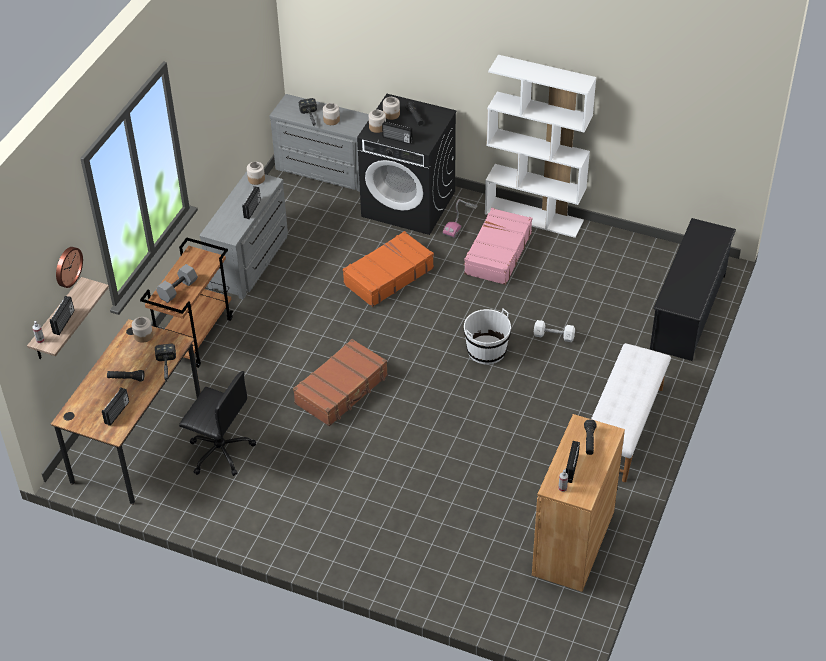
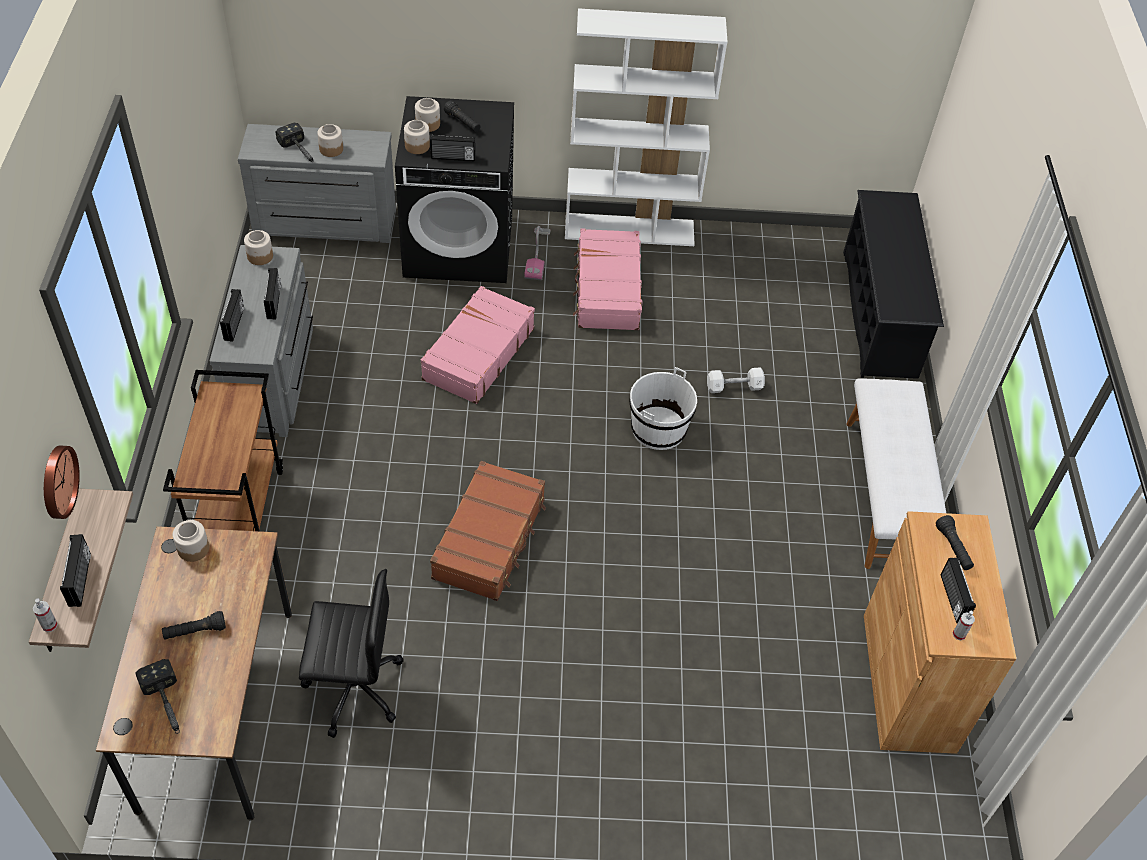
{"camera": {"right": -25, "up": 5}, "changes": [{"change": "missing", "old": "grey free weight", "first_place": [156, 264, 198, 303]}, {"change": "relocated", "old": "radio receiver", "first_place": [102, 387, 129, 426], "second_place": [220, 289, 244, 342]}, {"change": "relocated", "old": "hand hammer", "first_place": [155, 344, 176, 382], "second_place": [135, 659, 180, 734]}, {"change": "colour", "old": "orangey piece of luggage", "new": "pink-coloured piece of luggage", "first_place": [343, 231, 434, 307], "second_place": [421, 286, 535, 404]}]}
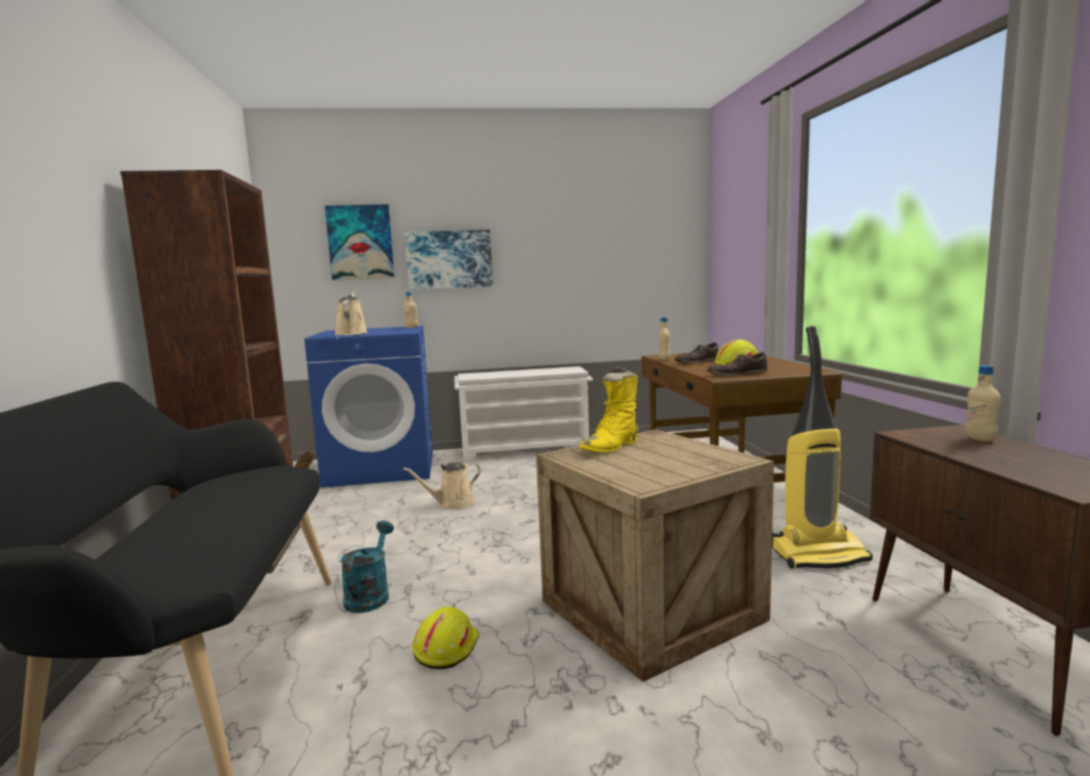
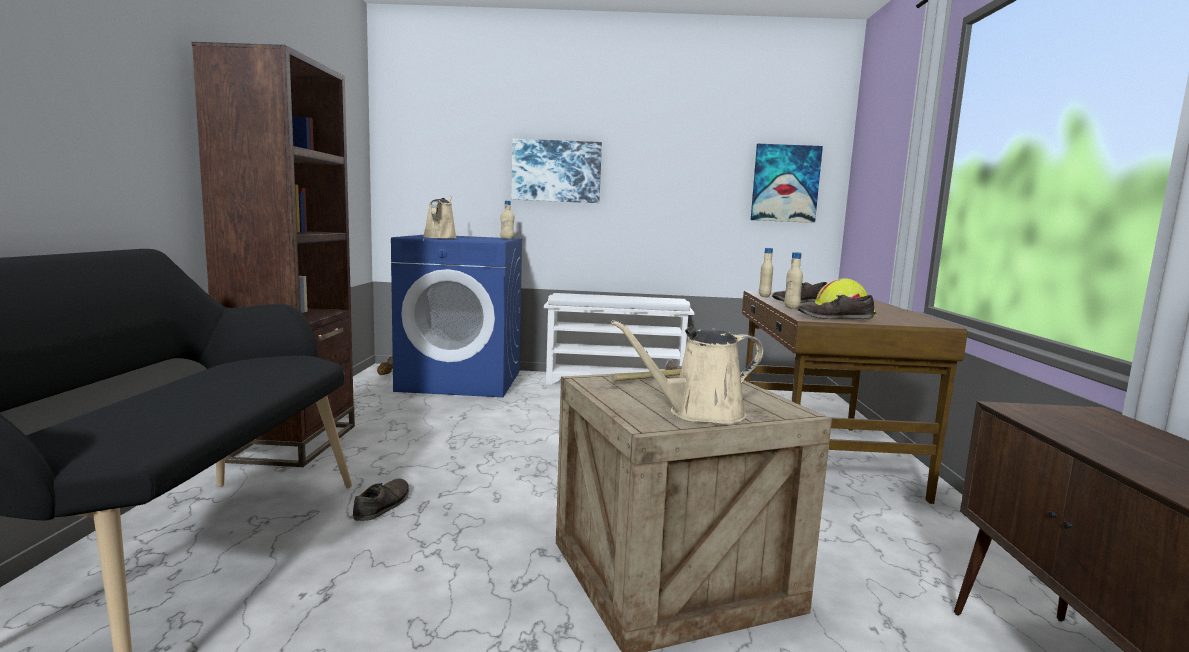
{"camera": {"right": 10, "up": 0}, "changes": [{"change": "missing", "old": "yellow safety helmet", "first_place": [412, 607, 479, 669]}, {"change": "missing", "old": "vacuum cleaner", "first_place": [772, 326, 873, 568]}, {"change": "relocated", "old": "picture", "first_place": [325, 204, 395, 280], "second_place": [751, 144, 823, 223]}, {"change": "relocated", "old": "beige-coloured watering can", "first_place": [403, 462, 481, 509], "second_place": [611, 320, 764, 424]}, {"change": "relocated", "old": "beige-coloured beverage bottle", "first_place": [965, 365, 1001, 442], "second_place": [784, 252, 803, 309]}, {"change": "exchanged", "old": "turquoise watering can", "new": "brown item of footwear", "first_place": [340, 521, 394, 613], "second_place": [353, 478, 409, 521]}, {"change": "exchanged", "old": "yellow tall boot", "new": "hand hammer", "first_place": [579, 367, 639, 452], "second_place": [611, 360, 682, 382]}]}
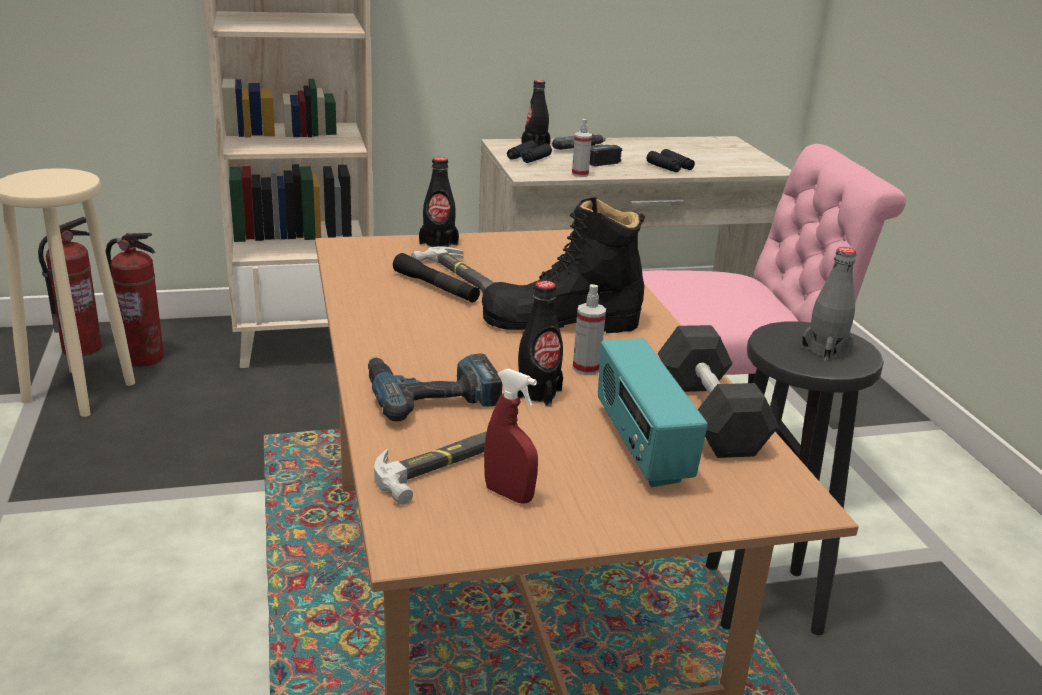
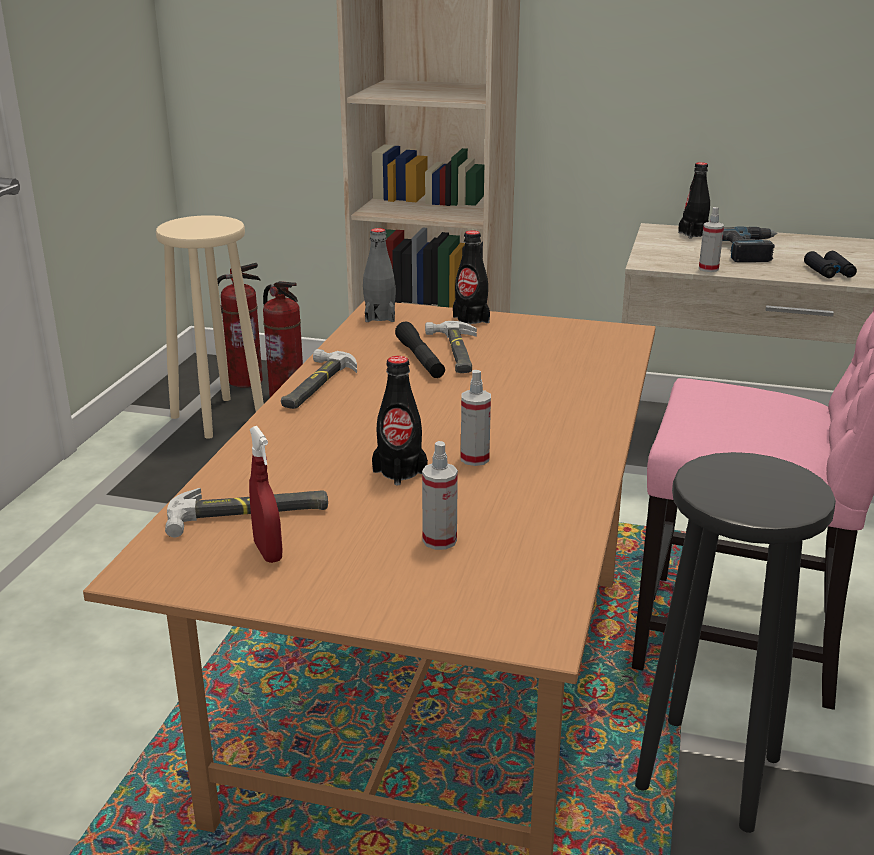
{"camera": {"right": 30, "up": 0}, "changes": [{"change": "missing", "old": "electric drill", "first_place": [368, 353, 502, 422]}, {"change": "missing", "old": "black tall boot", "first_place": [482, 197, 645, 333]}, {"change": "missing", "old": "black pair of binoculars", "first_place": [507, 140, 552, 163]}, {"change": "missing", "old": "black free weight", "first_place": [657, 325, 779, 458]}, {"change": "appeared", "new": "hand hammer", "second_place": [281, 349, 357, 409]}, {"change": "relocated", "old": "grey beverage bottle", "first_place": [801, 247, 856, 361], "second_place": [363, 228, 396, 322]}, {"change": "exchanged", "old": "radio receiver", "new": "sprayer", "first_place": [598, 338, 708, 488], "second_place": [422, 441, 458, 550]}]}
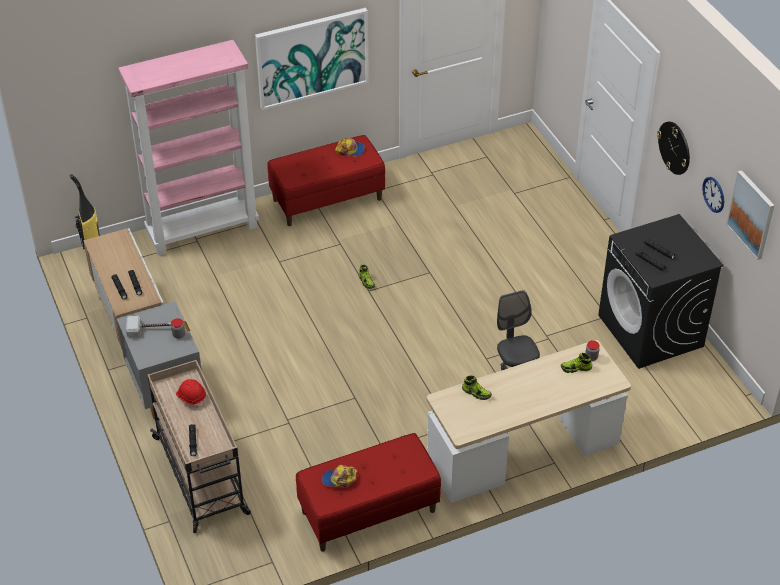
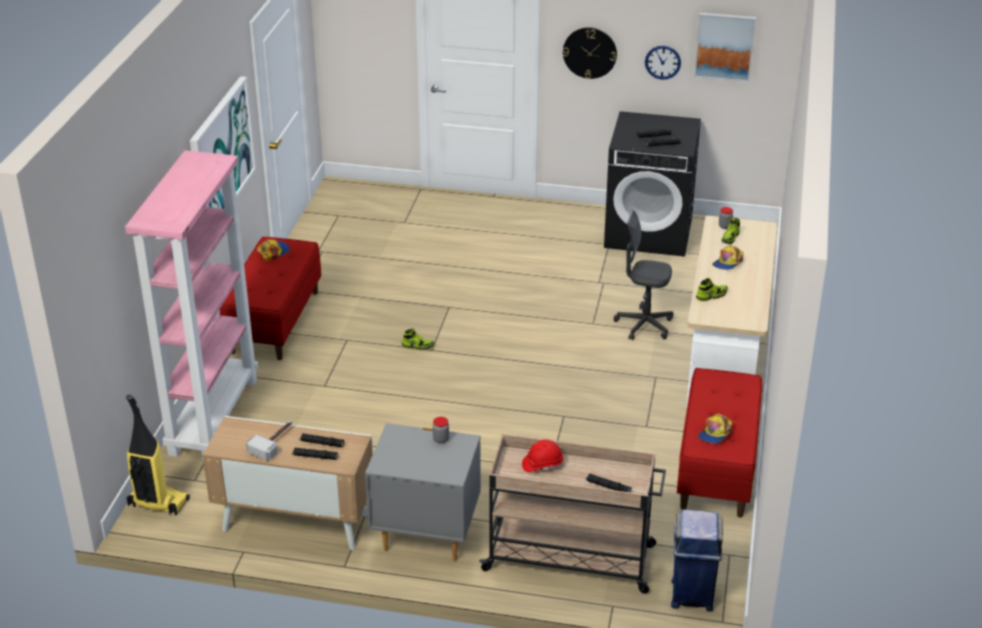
{"camera": {"right": -55, "up": -10}, "changes": [{"change": "appeared", "new": "bluish trash can", "second_place": [671, 510, 723, 612]}, {"change": "appeared", "new": "baseball cap", "second_place": [712, 245, 743, 270]}, {"change": "relocated", "old": "hand hammer", "first_place": [126, 315, 171, 338], "second_place": [246, 420, 292, 461]}]}
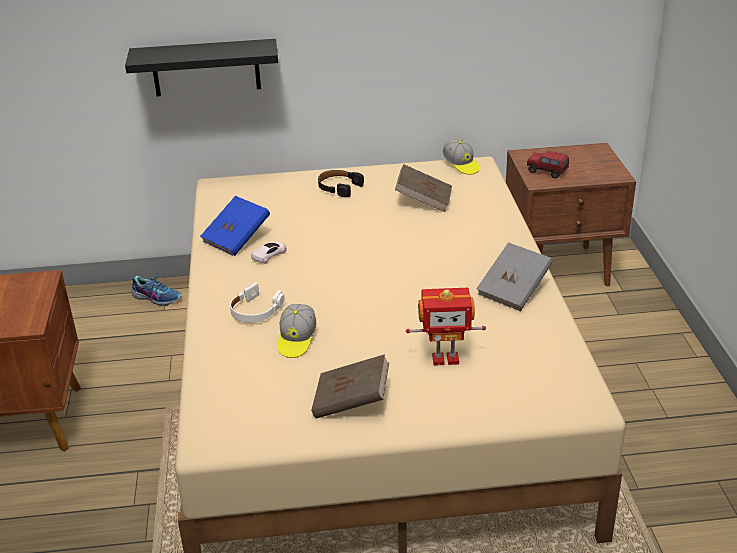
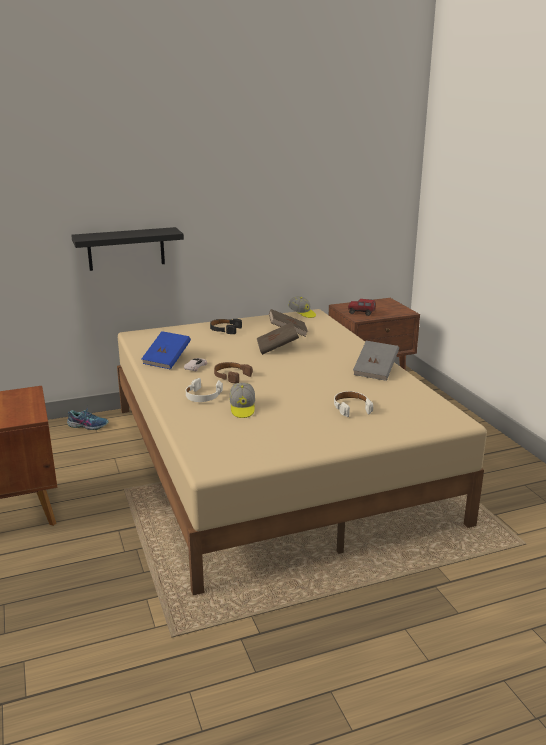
{"camera": {"right": -15, "up": -10}, "changes": [{"change": "appeared", "new": "brown pair of headphones", "second_place": [214, 362, 253, 383]}, {"change": "relocated", "old": "brown bound book", "first_place": [311, 354, 389, 418], "second_place": [257, 322, 299, 355]}, {"change": "exchanged", "old": "model robot", "new": "white pair of headphones", "first_place": [406, 288, 486, 365], "second_place": [334, 391, 373, 417]}]}
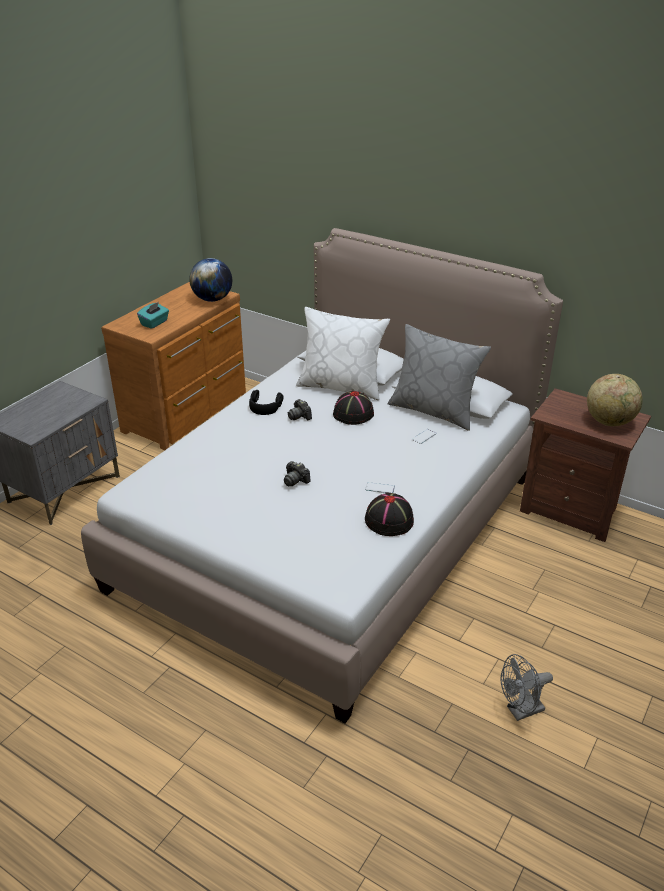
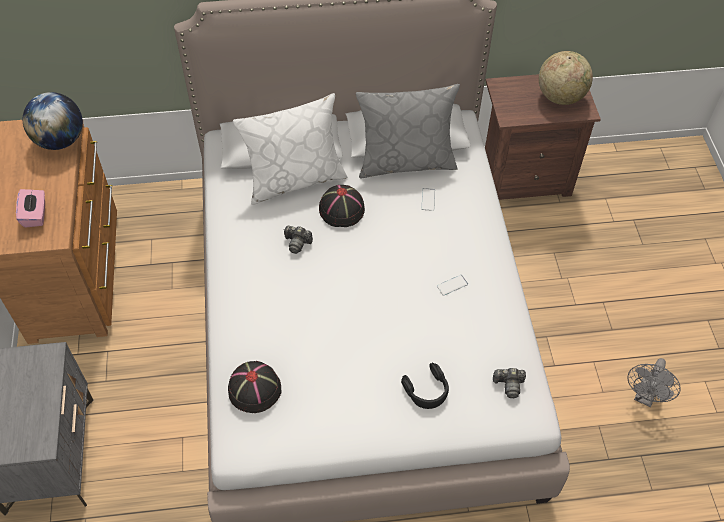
{"camera": {"right": -40, "up": 20}, "changes": [{"change": "relocated", "old": "black pair of headphones", "first_place": [249, 390, 283, 415], "second_place": [401, 363, 449, 409]}, {"change": "relocated", "old": "photo camera", "first_place": [284, 461, 311, 486], "second_place": [493, 368, 526, 398]}, {"change": "relocated", "old": "black wearable hat", "first_place": [365, 493, 414, 536], "second_place": [228, 361, 281, 413]}, {"change": "colour", "old": "turquoise box of tissues", "new": "pink-coloured box of tissues", "first_place": [137, 302, 169, 329], "second_place": [16, 189, 45, 228]}]}
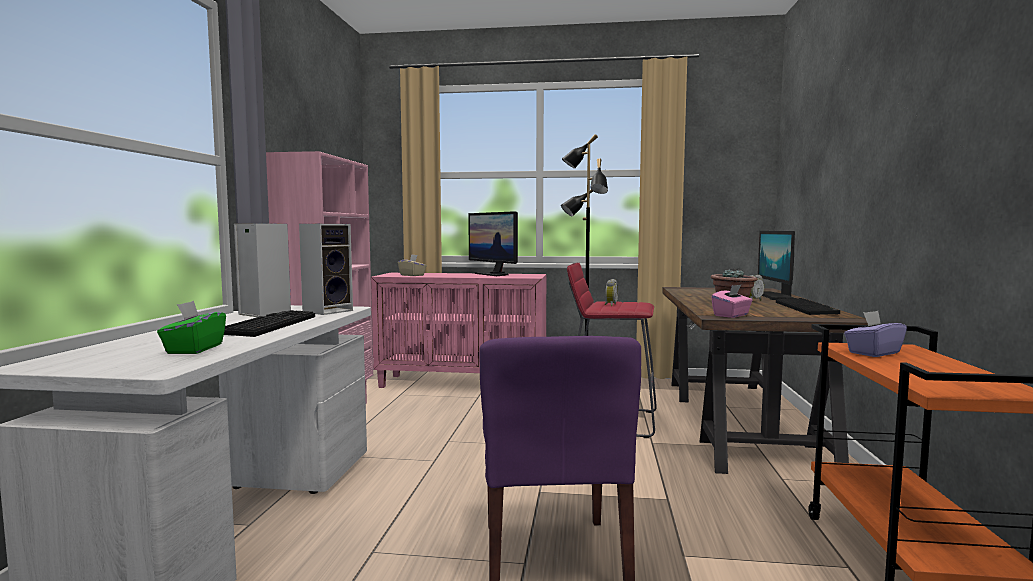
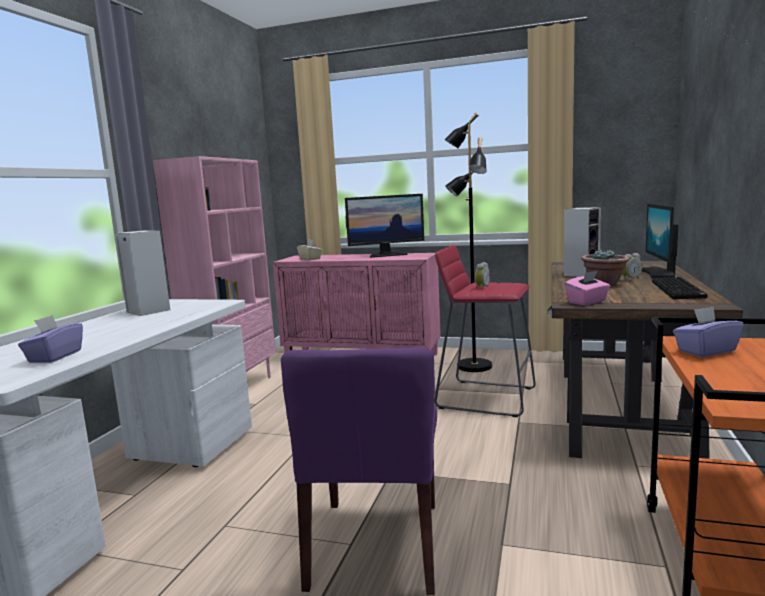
{"camera": {"right": 10, "up": 5}, "changes": [{"change": "missing", "old": "computer keyboard", "first_place": [224, 310, 315, 337]}, {"change": "relocated", "old": "audio speaker", "first_place": [299, 224, 353, 315], "second_place": [564, 207, 601, 277]}, {"change": "colour", "old": "green-coloured box of tissues", "new": "purple-coloured box of tissues", "first_place": [157, 301, 226, 354], "second_place": [18, 315, 83, 363]}, {"change": "spun", "old": "monitor", "first_place": [468, 211, 518, 276], "second_place": [345, 194, 424, 258], "degrees": -75}]}
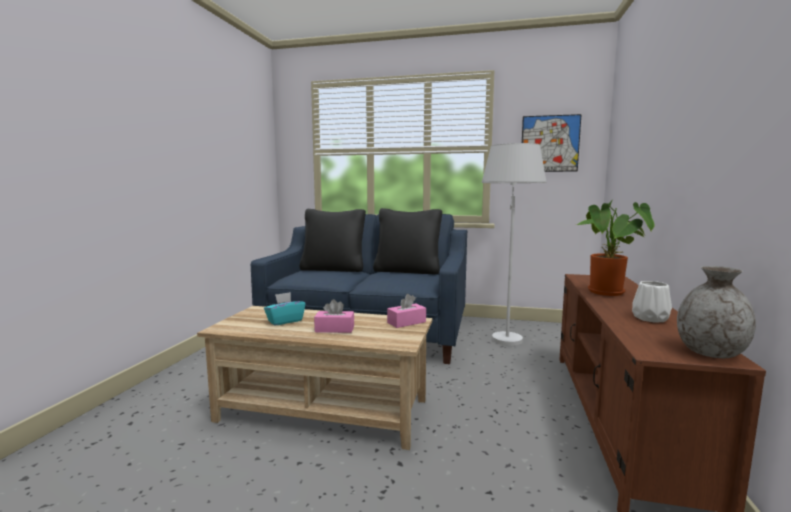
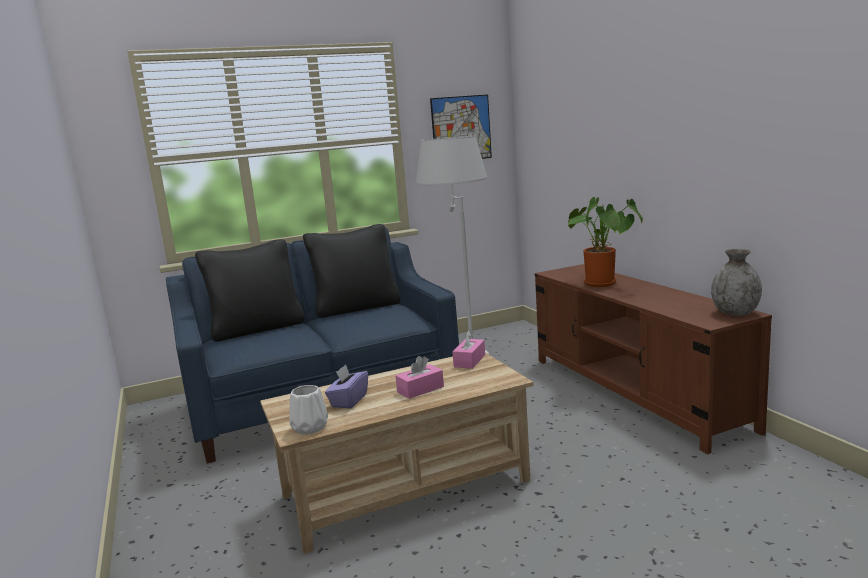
{"camera": {"right": -35, "up": 5}, "changes": [{"change": "relocated", "old": "white decorative vase", "first_place": [632, 281, 672, 323], "second_place": [289, 385, 328, 434]}, {"change": "colour", "old": "turquoise box of tissues", "new": "purple-coloured box of tissues", "first_place": [264, 292, 305, 326], "second_place": [325, 365, 368, 409]}]}
